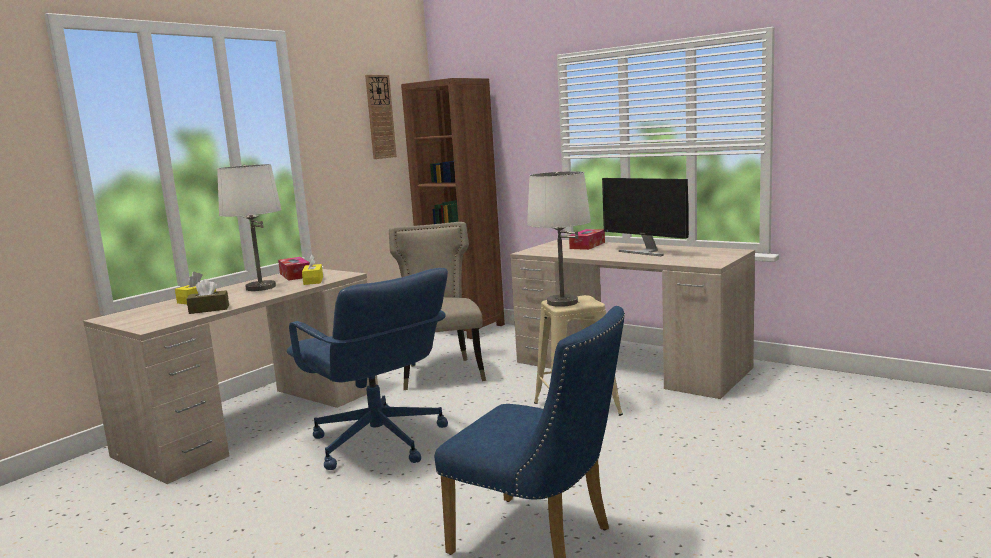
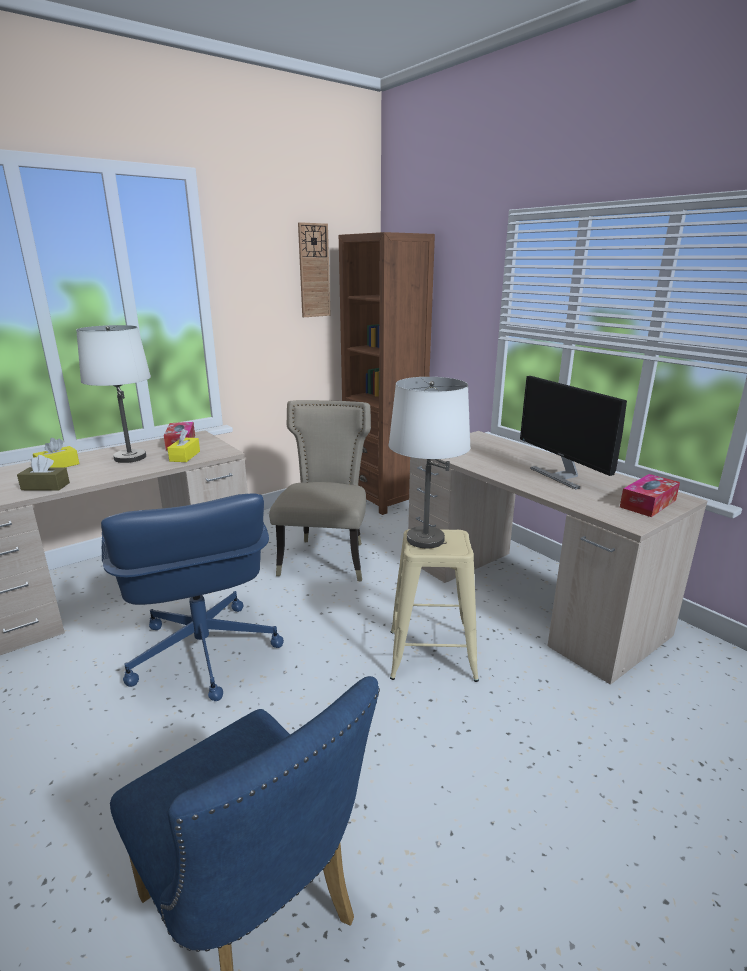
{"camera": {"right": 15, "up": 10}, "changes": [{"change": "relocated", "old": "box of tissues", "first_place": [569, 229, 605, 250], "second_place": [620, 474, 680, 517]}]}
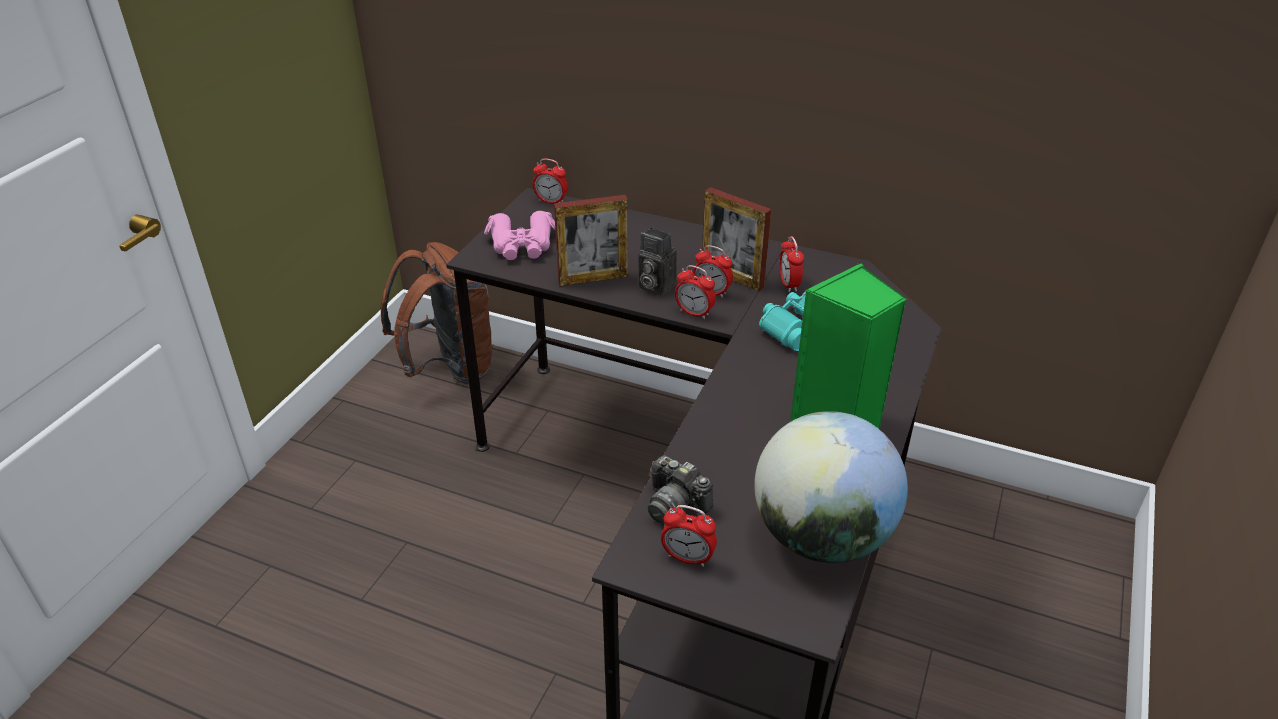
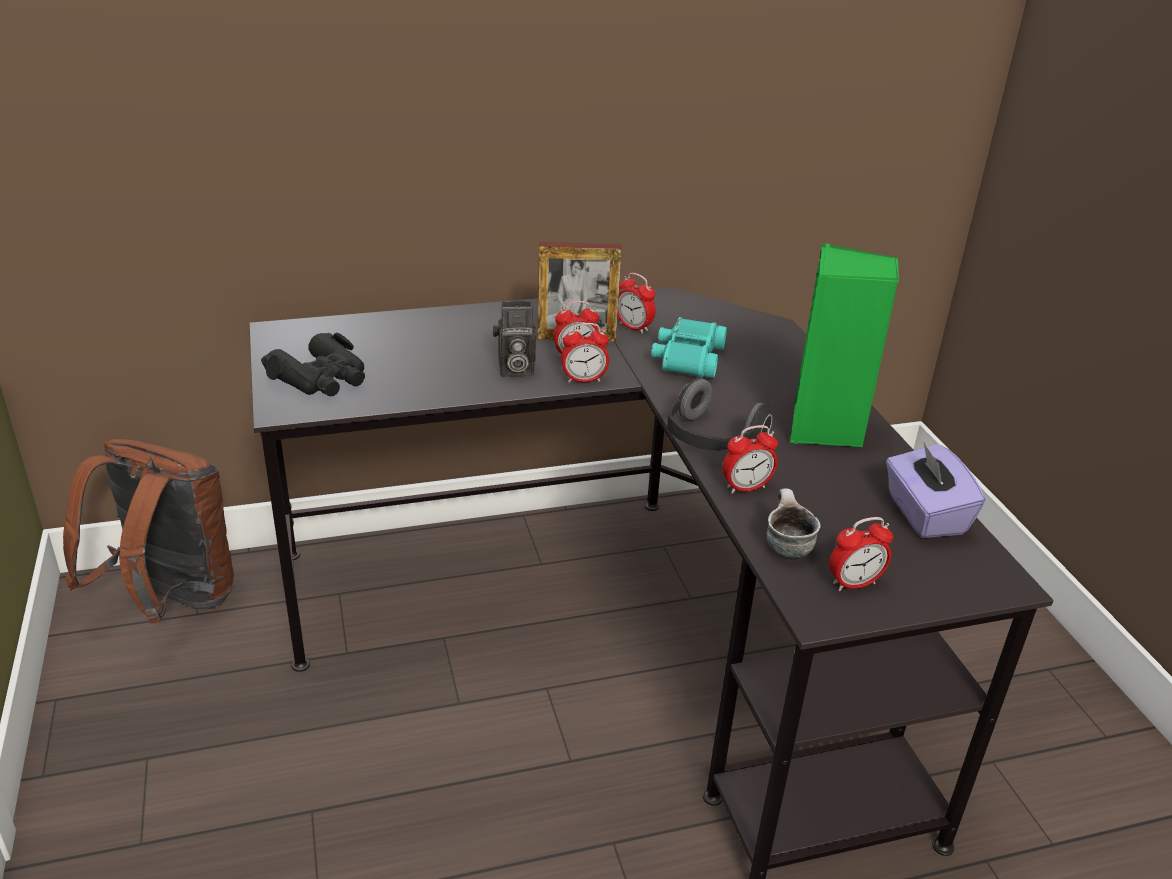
{"camera": {"right": -40, "up": -5}, "changes": [{"change": "missing", "old": "picture frame", "first_place": [554, 195, 628, 286]}, {"change": "appeared", "new": "pair of headphones", "second_place": [667, 378, 773, 451]}, {"change": "relocated", "old": "bedside clock", "first_place": [533, 158, 568, 204], "second_place": [722, 425, 778, 494]}, {"change": "exchanged", "old": "photo camera", "new": "tea mug", "first_place": [648, 455, 713, 524], "second_place": [767, 488, 821, 558]}, {"change": "exchanged", "old": "globe", "new": "purple-coloured box of tissues", "first_place": [754, 411, 908, 563], "second_place": [886, 441, 985, 538]}, {"change": "colour", "old": "pink-coloured pair of binoculars", "new": "black pair of binoculars", "first_place": [484, 211, 555, 260], "second_place": [261, 333, 365, 396]}]}
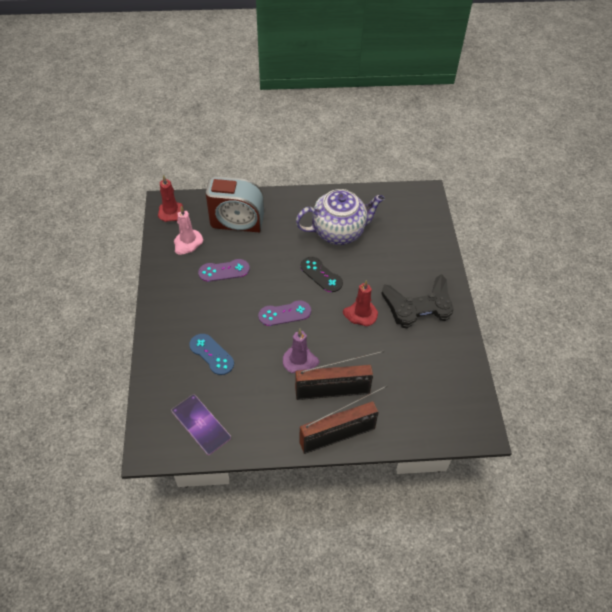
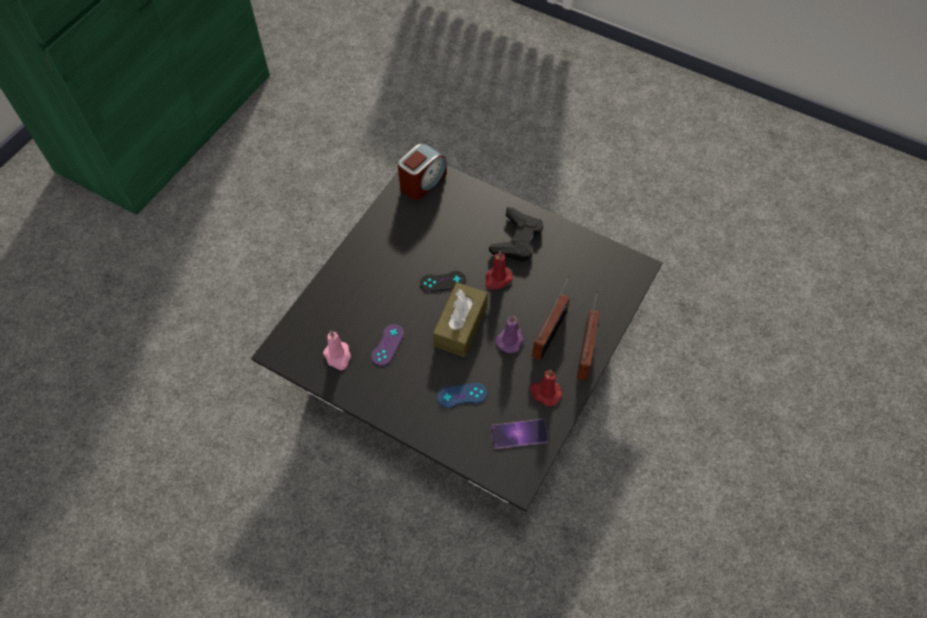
{"camera": {"right": -55, "up": 5}, "changes": [{"change": "missing", "old": "tea pot", "first_place": [296, 189, 385, 245]}, {"change": "relocated", "old": "reddish candle", "first_place": [158, 175, 183, 222], "second_place": [530, 370, 562, 406]}, {"change": "relocated", "old": "bedside clock", "first_place": [206, 176, 264, 233], "second_place": [398, 143, 447, 200]}, {"change": "exchanged", "old": "purple-coloured gamepad", "new": "brown box of tissues", "first_place": [258, 300, 311, 326], "second_place": [433, 283, 488, 357]}]}
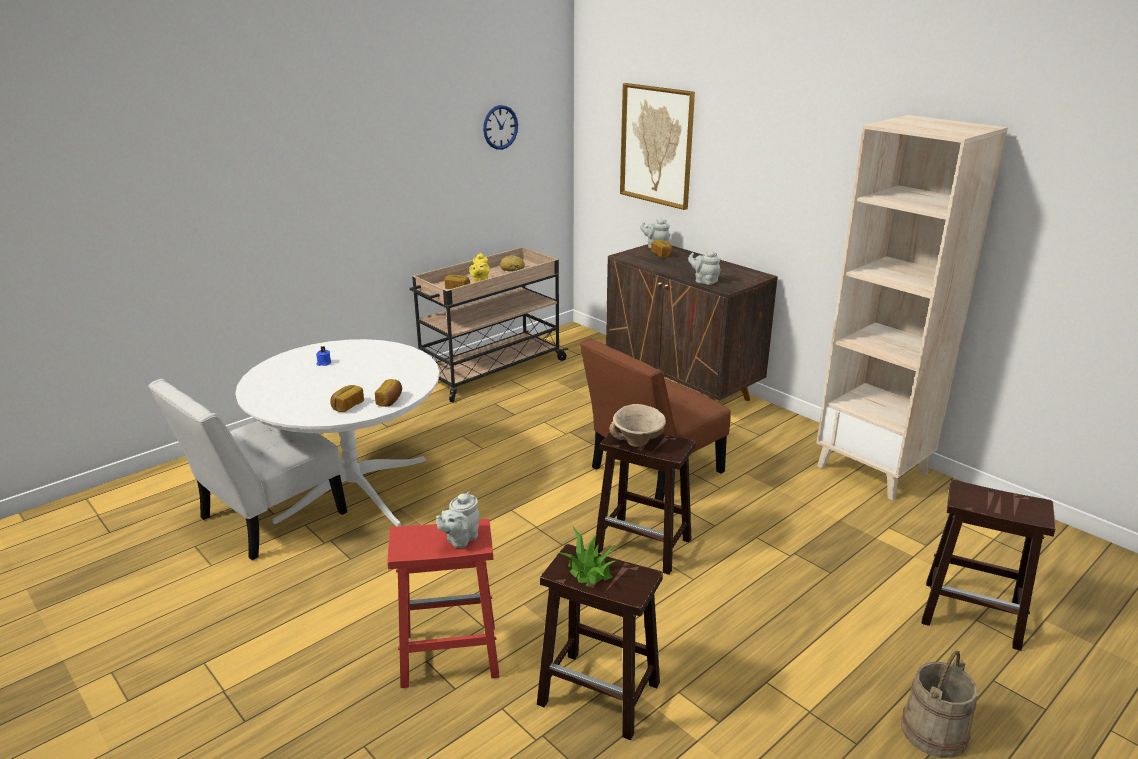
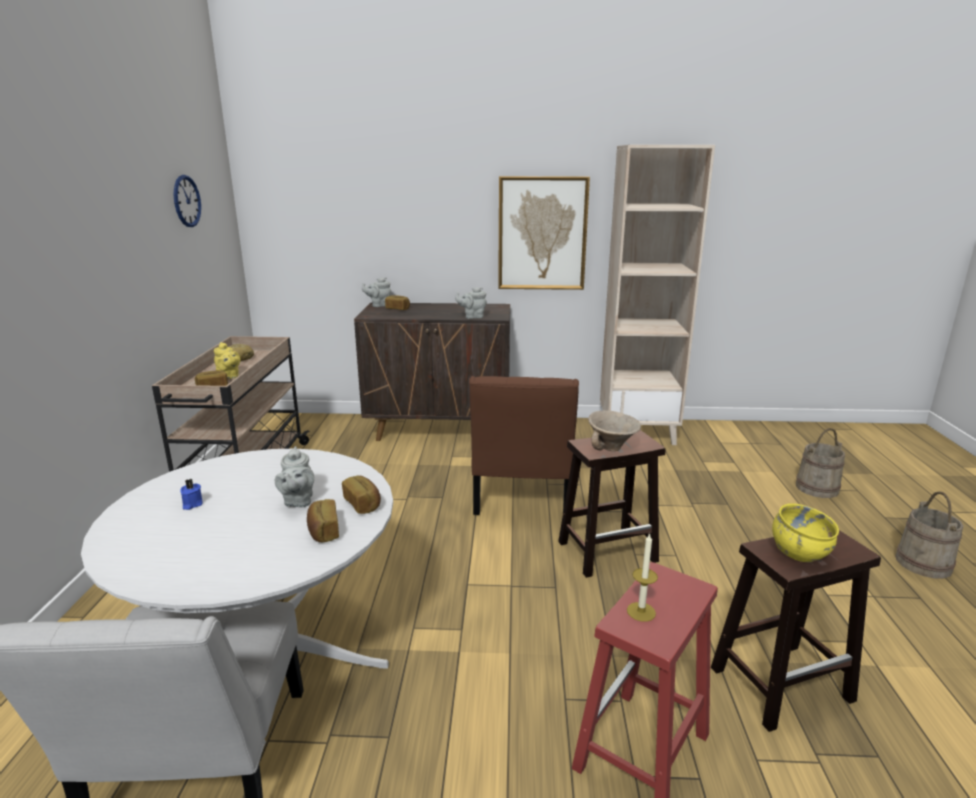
{"camera": {"right": -45, "up": -5}, "changes": [{"change": "appeared", "new": "candle", "second_place": [627, 533, 658, 622]}, {"change": "relocated", "old": "grey tea pot", "first_place": [436, 491, 480, 548], "second_place": [275, 446, 314, 508]}, {"change": "relocated", "old": "picture", "first_place": [620, 83, 695, 210], "second_place": [498, 176, 590, 290]}, {"change": "exchanged", "old": "potted plant", "new": "yellow bowl", "first_place": [557, 525, 615, 587], "second_place": [772, 503, 839, 562]}, {"change": "exchanged", "old": "brown stool seat", "new": "beige-coloured bucket", "first_place": [921, 480, 1055, 651], "second_place": [796, 428, 845, 498]}]}
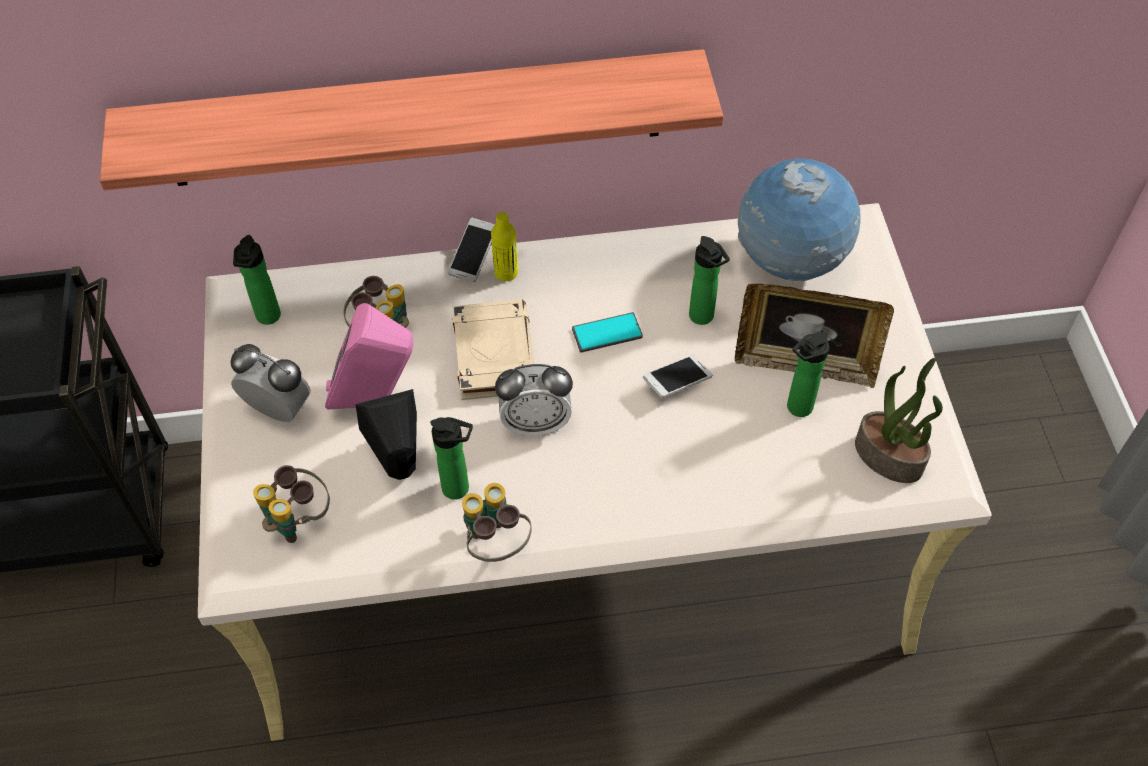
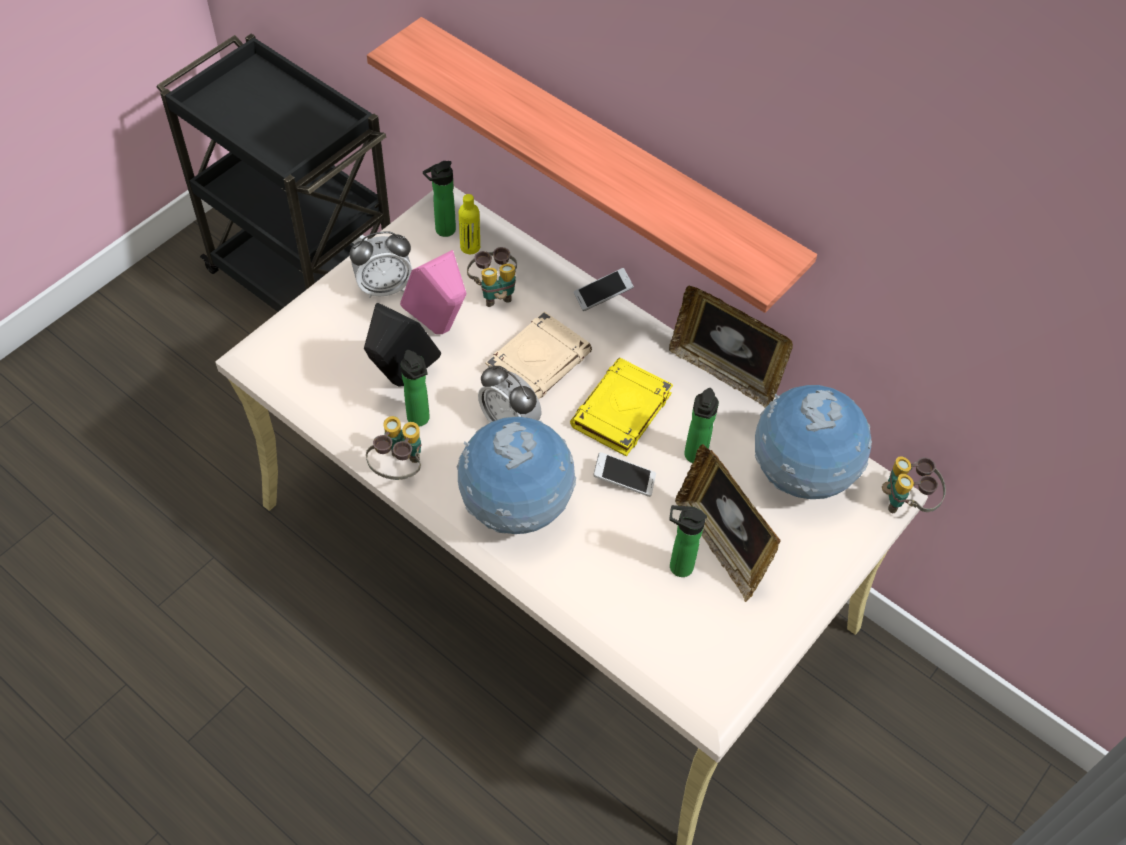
{"camera": {"right": 45, "up": 0}, "changes": [{"change": "missing", "old": "potted plant", "first_place": [855, 358, 943, 483]}, {"change": "appeared", "new": "globe", "second_place": [457, 417, 576, 534]}, {"change": "appeared", "new": "picture frame", "second_place": [669, 286, 793, 407]}, {"change": "relocated", "old": "pair of binoculars", "first_place": [253, 465, 330, 543], "second_place": [882, 456, 946, 513]}, {"change": "relocated", "old": "yellow beverage bottle", "first_place": [491, 212, 518, 281], "second_place": [459, 194, 480, 254]}, {"change": "exchanged", "old": "phone", "new": "yellow bound book", "first_place": [572, 312, 643, 353], "second_place": [570, 358, 673, 457]}, {"change": "spun", "old": "bedside clock", "first_place": [231, 344, 311, 422], "second_place": [350, 231, 412, 298], "degrees": 90}]}
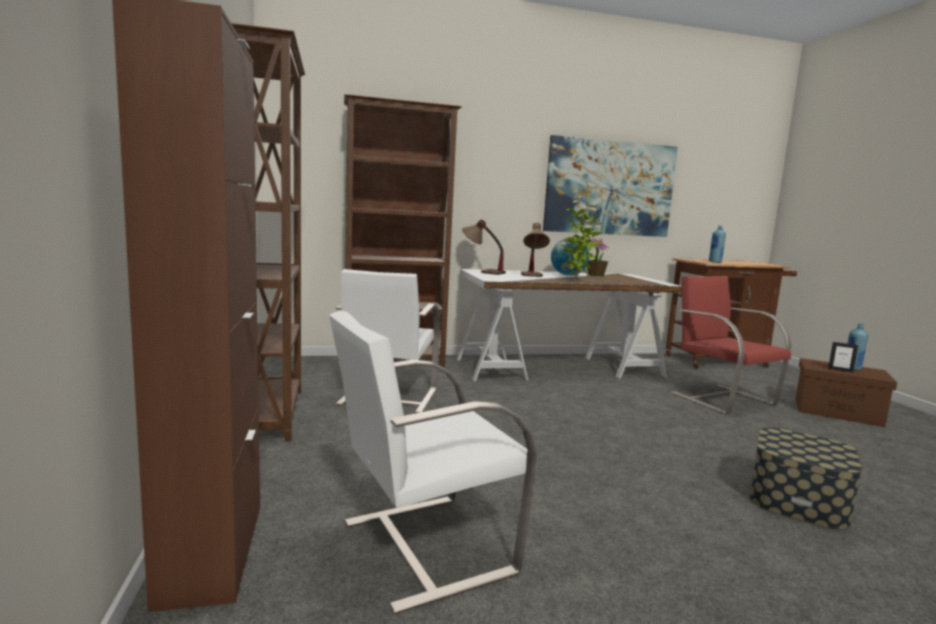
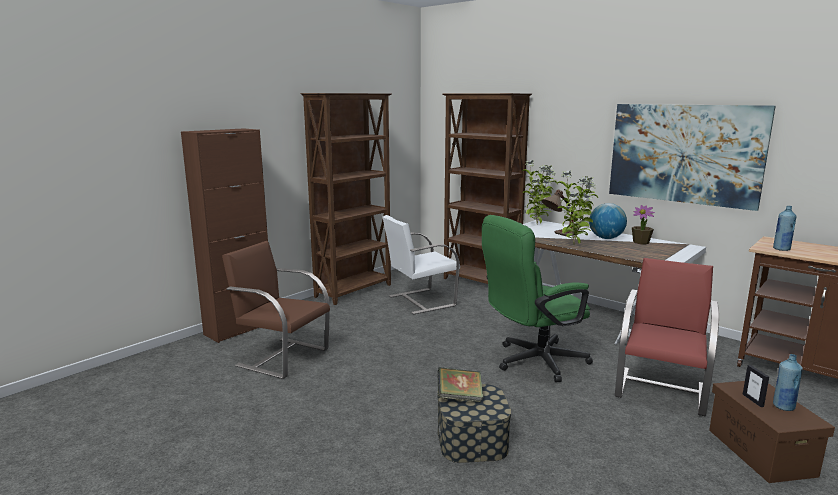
{"camera": {"right": 55, "up": 5}, "changes": [{"change": "appeared", "new": "bound book", "second_place": [437, 367, 483, 402]}, {"change": "appeared", "new": "green-coloured desk chair", "second_place": [482, 215, 593, 382]}, {"change": "exchanged", "old": "tabletop lamp", "new": "potted plant", "first_place": [462, 219, 506, 275], "second_place": [522, 160, 558, 224]}, {"change": "colour", "old": "white plain chair", "new": "brown plain chair", "first_place": [329, 311, 537, 614], "second_place": [222, 241, 330, 379]}]}
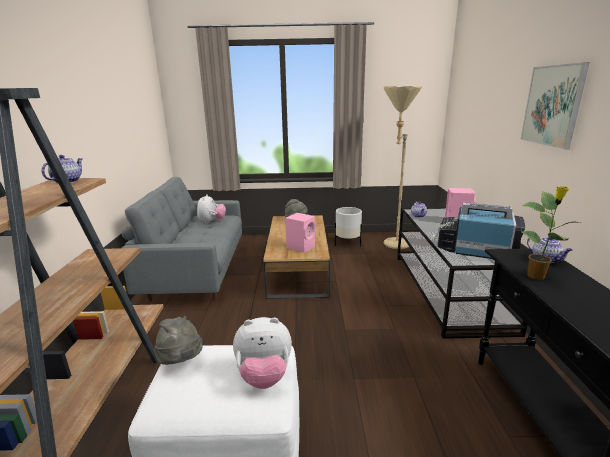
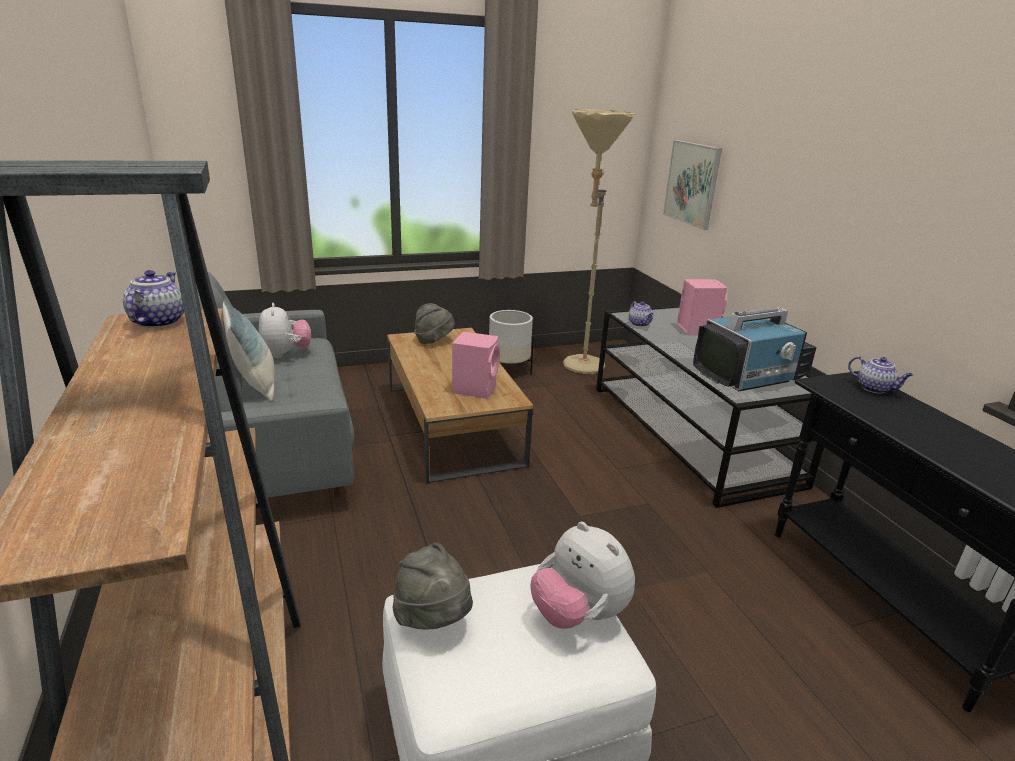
{"camera": {"right": -20, "up": 5}, "changes": [{"change": "missing", "old": "potted plant", "first_place": [521, 186, 580, 280]}, {"change": "appeared", "new": "pillow", "second_place": [223, 301, 275, 401]}, {"change": "relocated", "old": "picture", "first_place": [521, 62, 589, 149], "second_place": [663, 140, 722, 230]}, {"change": "spun", "old": "cuddly toy", "first_place": [233, 317, 292, 389], "second_place": [530, 522, 635, 629], "degrees": 75}, {"change": "spun", "old": "TV", "first_place": [433, 203, 525, 260], "second_place": [693, 307, 817, 391], "degrees": 150}]}
